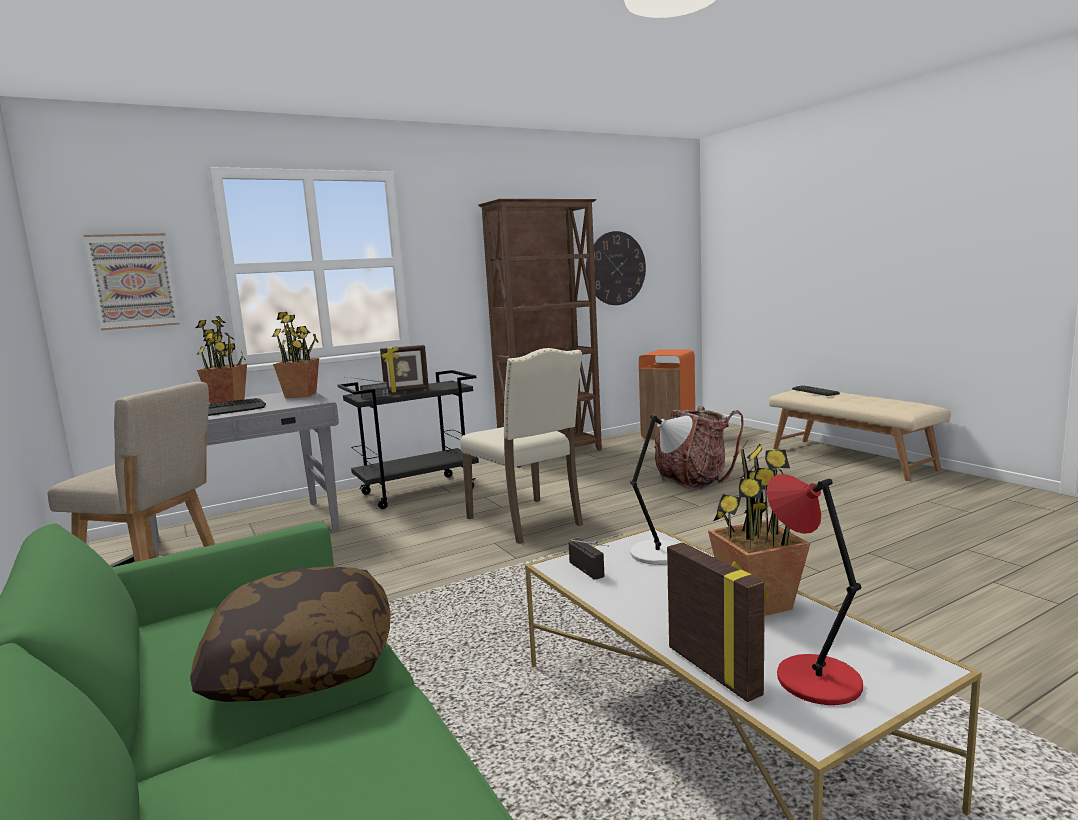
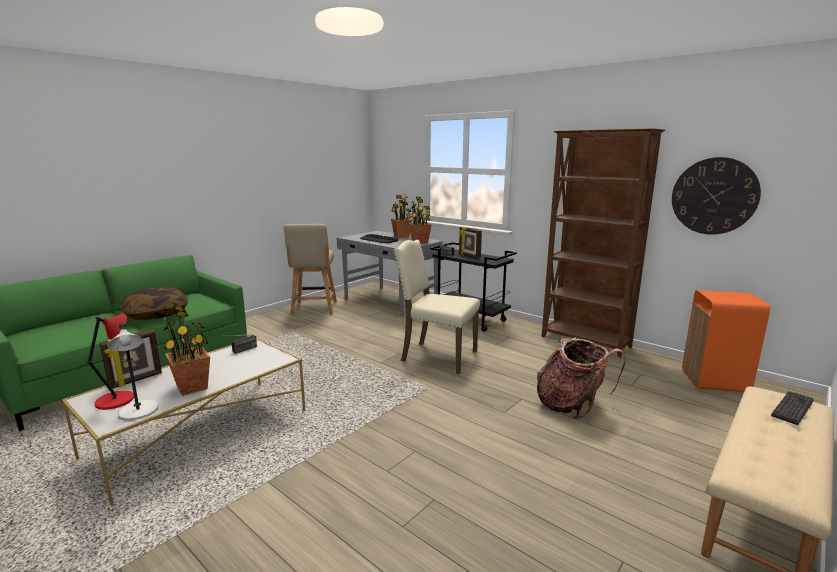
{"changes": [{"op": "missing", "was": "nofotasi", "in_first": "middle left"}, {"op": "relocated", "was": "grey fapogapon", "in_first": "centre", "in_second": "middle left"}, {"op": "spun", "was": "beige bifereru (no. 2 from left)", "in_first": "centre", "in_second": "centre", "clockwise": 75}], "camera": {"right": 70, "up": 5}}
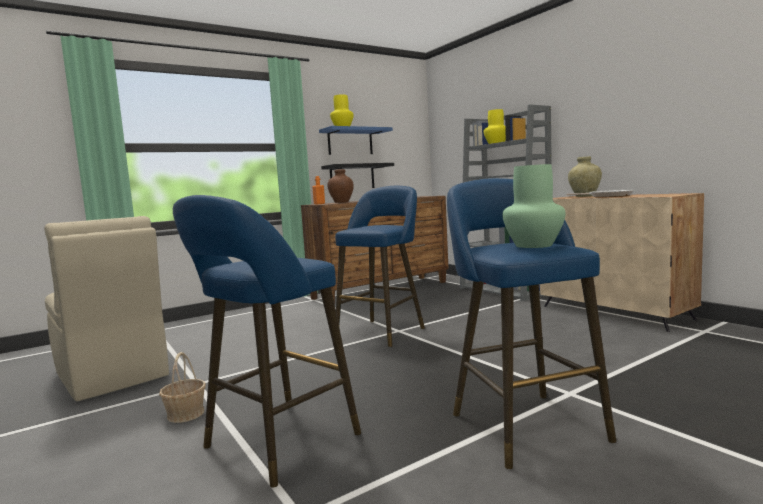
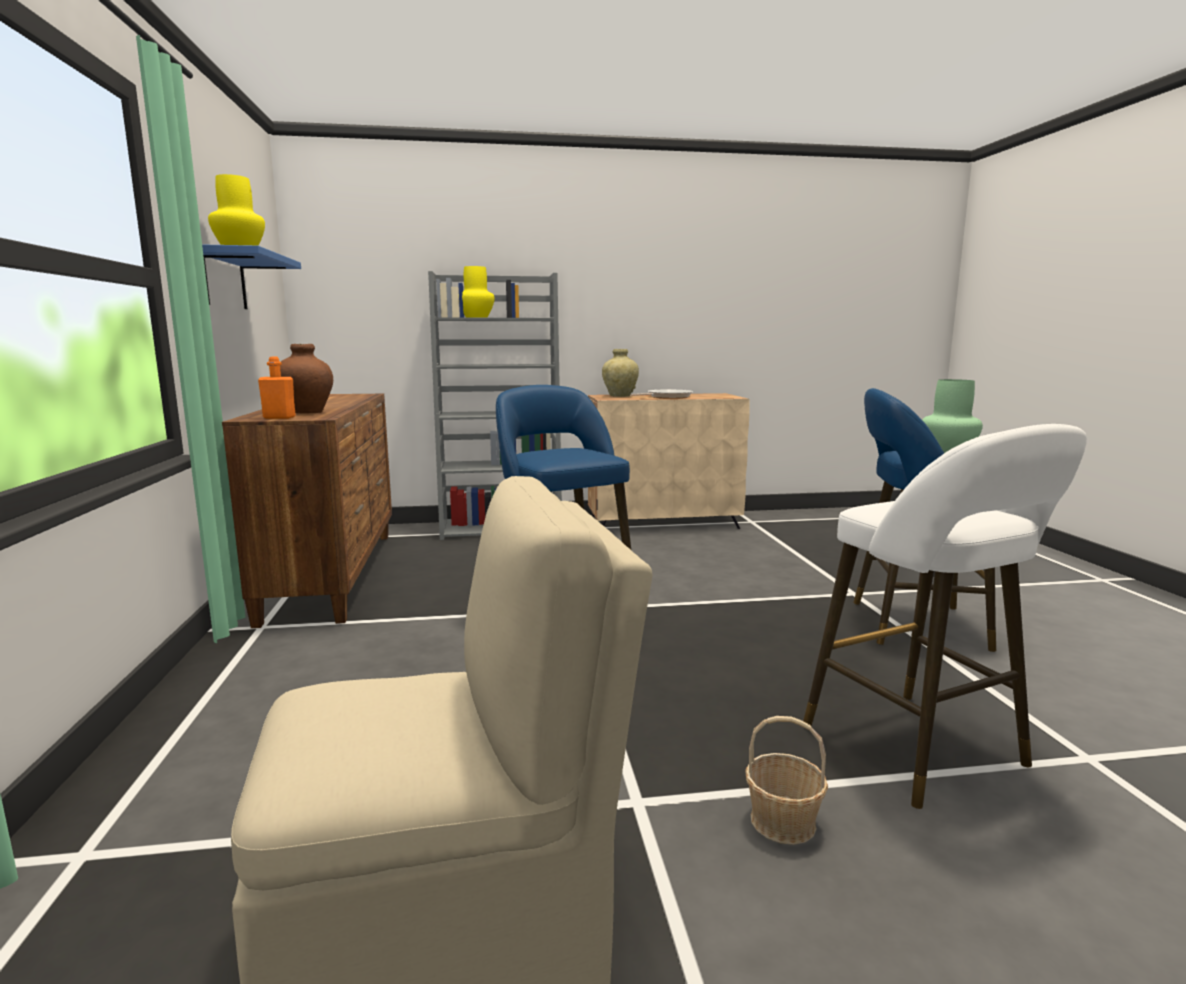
{"changes": [{"op": "missing", "was": "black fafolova", "in_first": "centre"}, {"op": "colour", "was": "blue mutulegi (no. 1 from left)", "now": "white mutulegi", "in_first": "bottom centre", "in_second": "middle right"}], "camera": {"right": -65, "up": 5}}
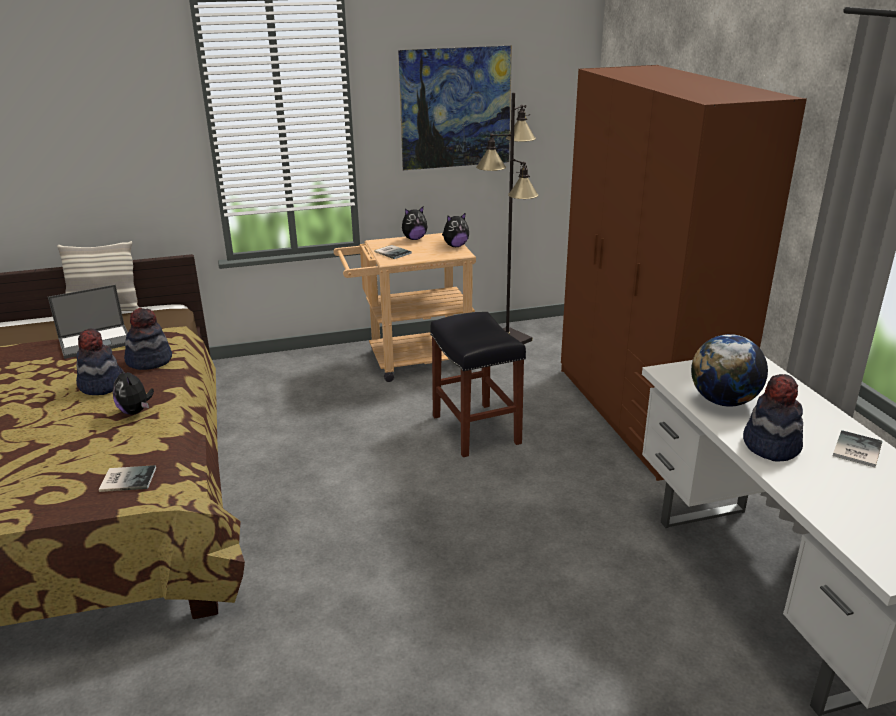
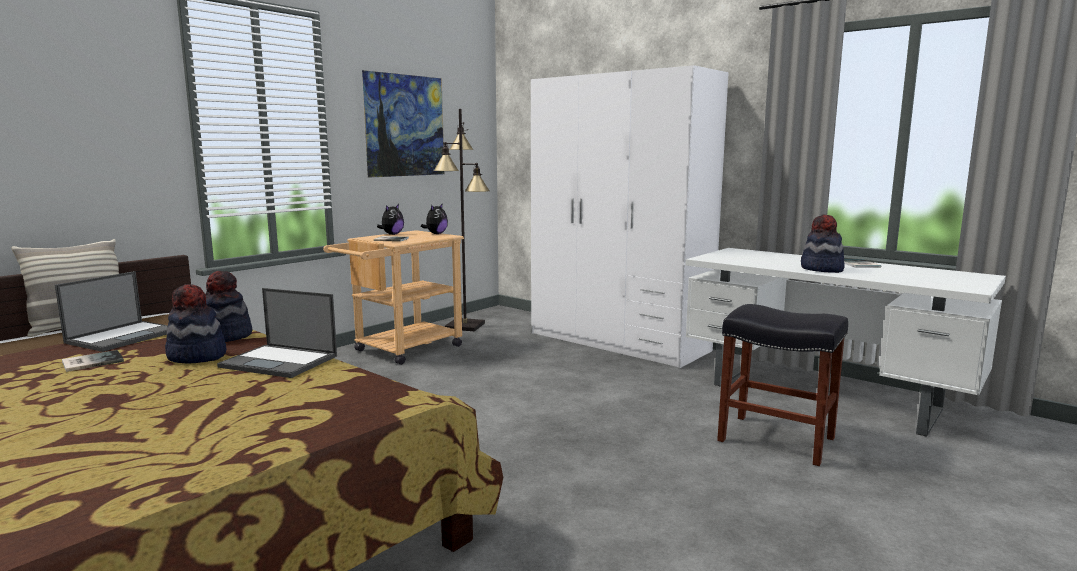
{"changes": [{"op": "missing", "was": "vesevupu", "in_first": "middle right"}, {"op": "relocated", "was": "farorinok (no. 1 from left)", "in_first": "bottom left", "in_second": "middle left"}, {"op": "relocated", "was": "black mutulegi", "in_first": "centre", "in_second": "bottom right"}, {"op": "exchanged", "was": "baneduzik (no. 1 from left)", "now": "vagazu (no. 2 from left)", "in_first": "middle left", "in_second": "middle left"}, {"op": "colour", "was": "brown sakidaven", "now": "white sakidaven", "in_first": "middle right", "in_second": "centre"}], "camera": {"right": -35, "up": -15}}
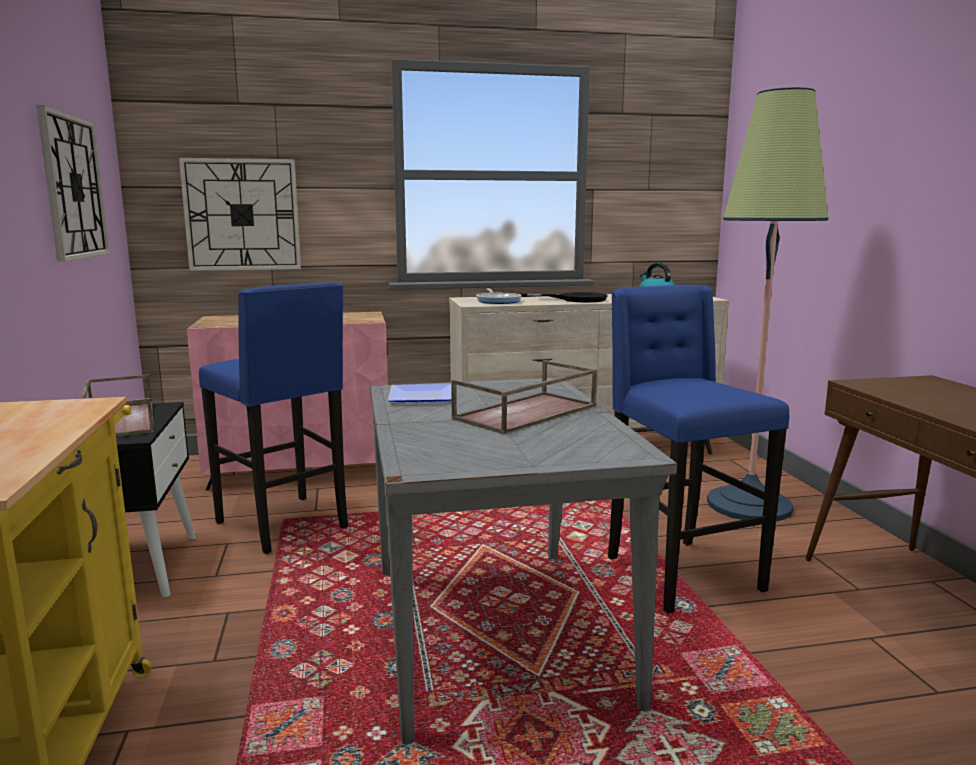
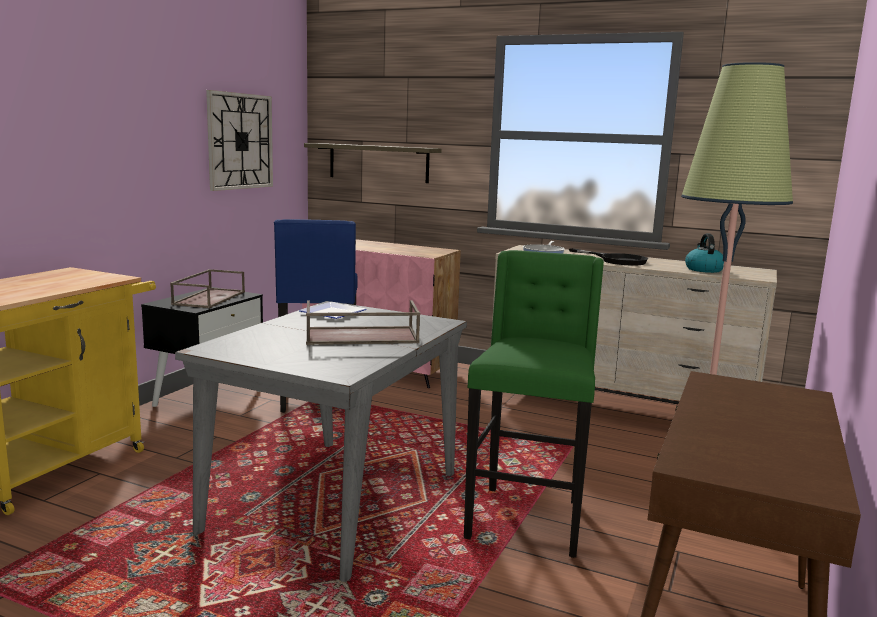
{"changes": [{"op": "exchanged", "was": "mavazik (no. 2 from left)", "now": "fafolova", "in_first": "top left", "in_second": "top centre"}, {"op": "colour", "was": "blue mutulegi (no. 2 from left)", "now": "green mutulegi", "in_first": "middle right", "in_second": "centre"}], "camera": {"right": 35, "up": 0}}
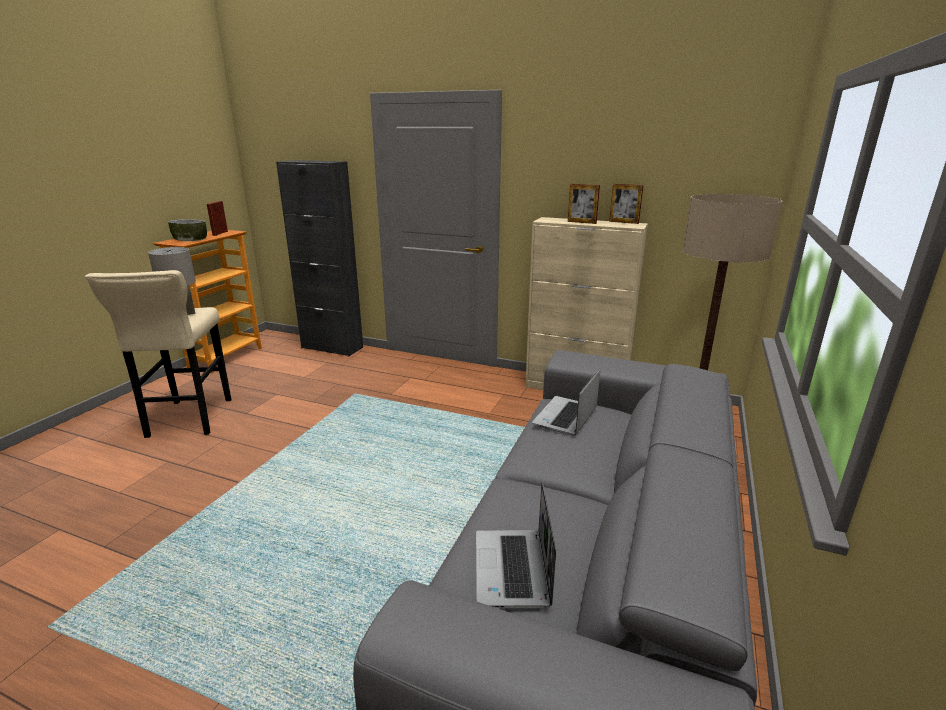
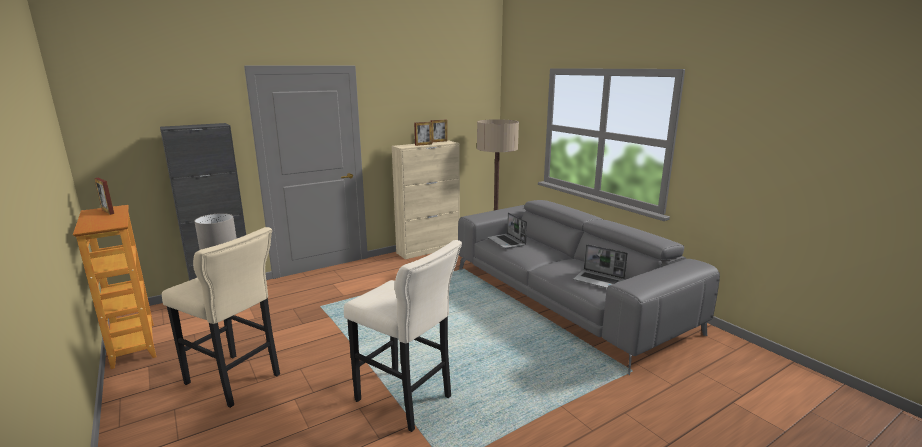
{"changes": [{"op": "missing", "was": "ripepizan", "in_first": "top left"}, {"op": "appeared", "now": "beige mutulegi (no. 2 from left)", "in_second": "bottom centre"}], "camera": {"right": -55, "up": -5}}
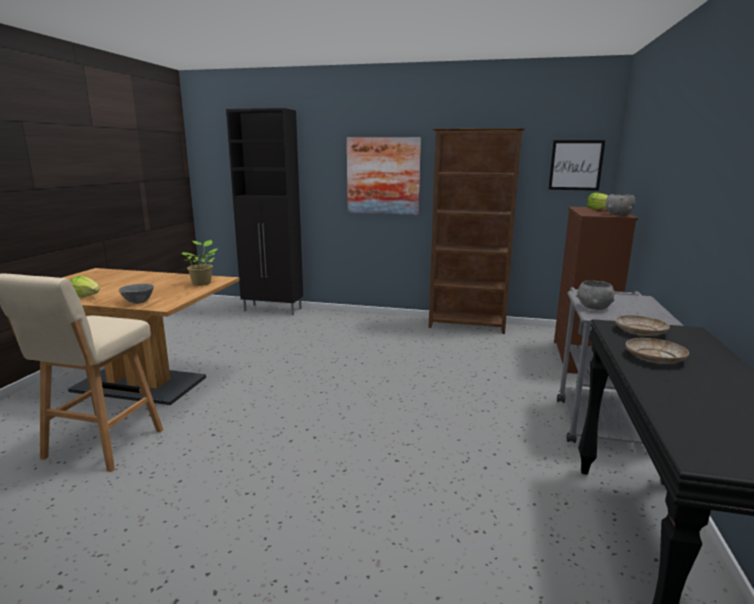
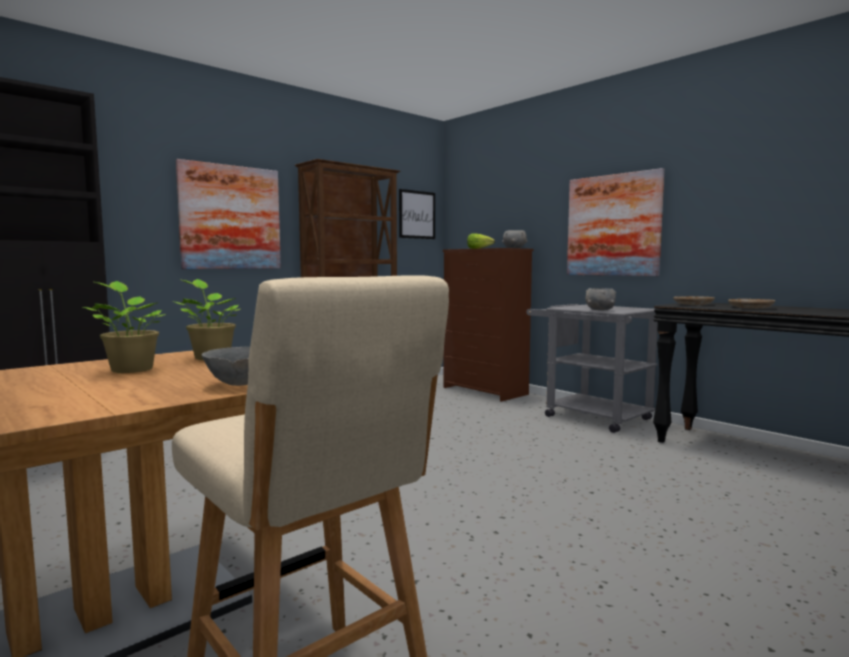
{"changes": [{"op": "missing", "was": "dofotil (no. 1 from left)", "in_first": "middle left"}, {"op": "appeared", "now": "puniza (no. 1 from left)", "in_second": "middle left"}, {"op": "appeared", "now": "nofotasi (no. 3 from left)", "in_second": "middle right"}], "camera": {"right": -55, "up": -10}}
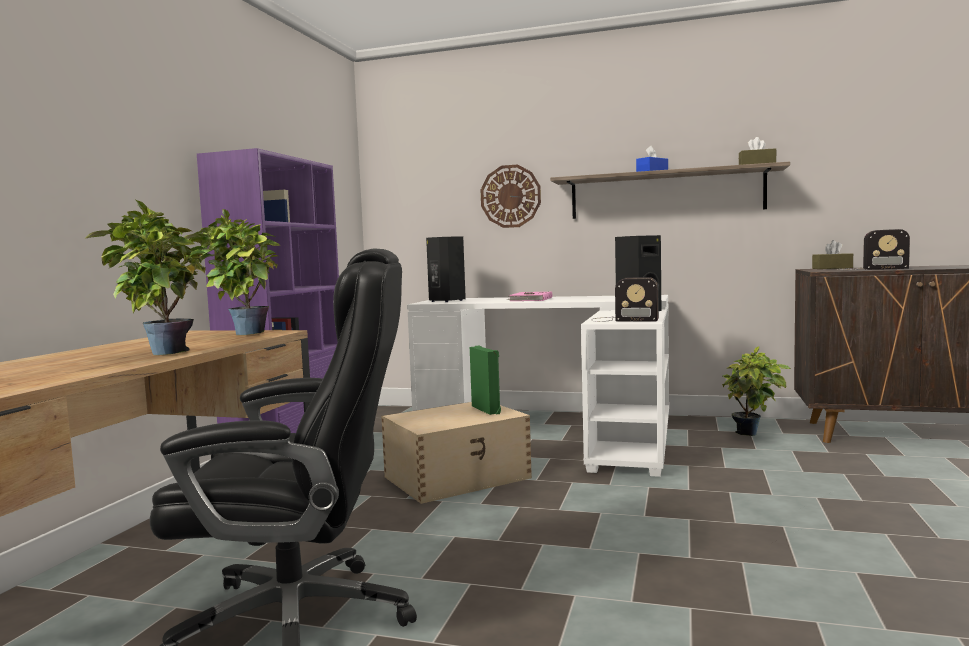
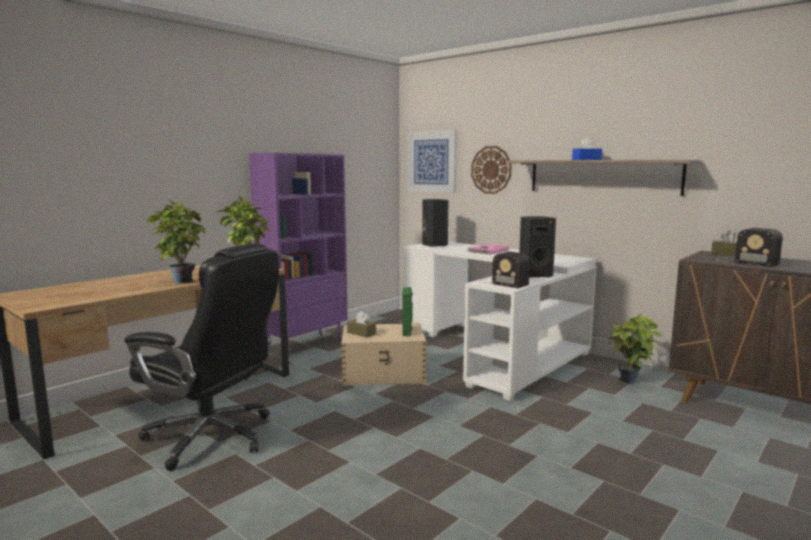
{"changes": [{"op": "appeared", "now": "nofotasi", "in_second": "top centre"}, {"op": "relocated", "was": "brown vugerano (no. 1 from left)", "in_first": "top right", "in_second": "centre"}], "camera": {"right": 25, "up": 5}}
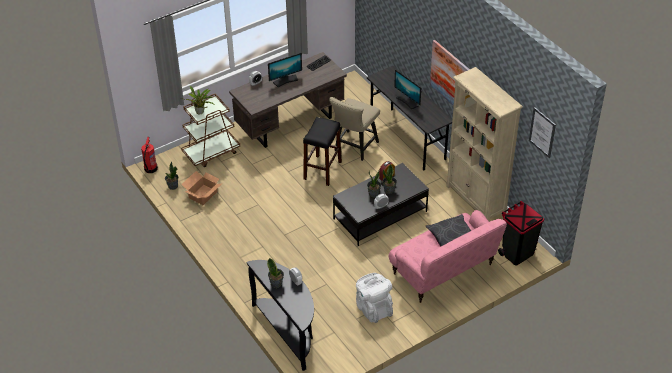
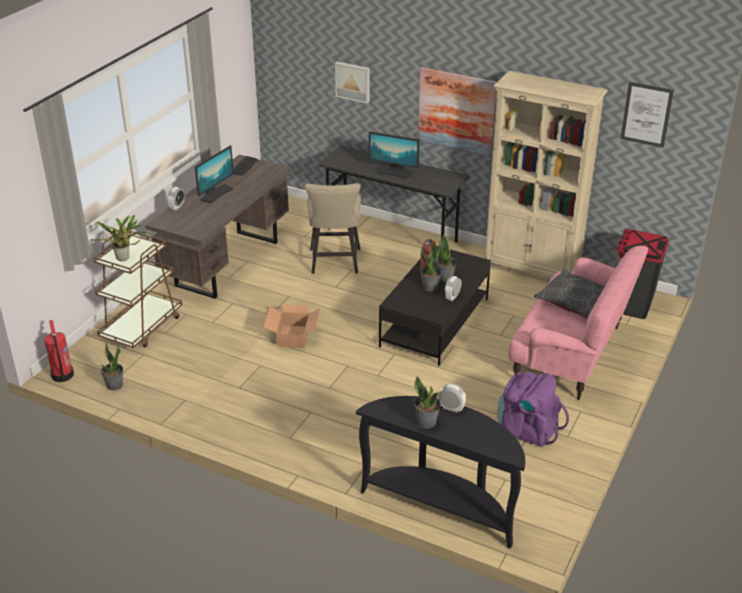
{"changes": [{"op": "missing", "was": "black mutulegi", "in_first": "centre"}, {"op": "appeared", "now": "nofotasi (no. 1 from left)", "in_second": "top centre"}, {"op": "relocated", "was": "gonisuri", "in_first": "middle left", "in_second": "centre"}, {"op": "colour", "was": "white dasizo", "now": "purple dasizo", "in_first": "bottom centre", "in_second": "bottom right"}], "camera": {"right": -30, "up": -10}}
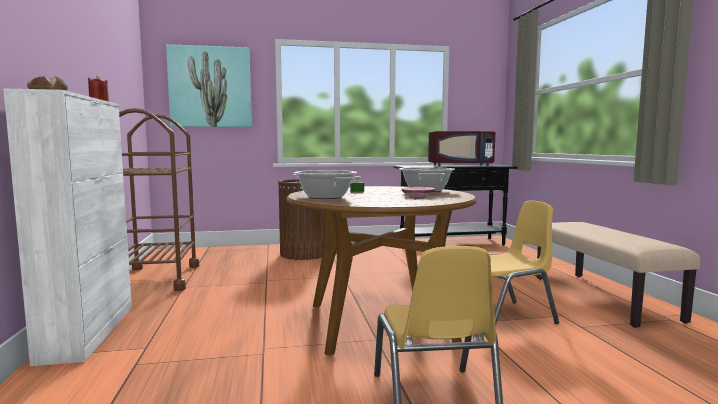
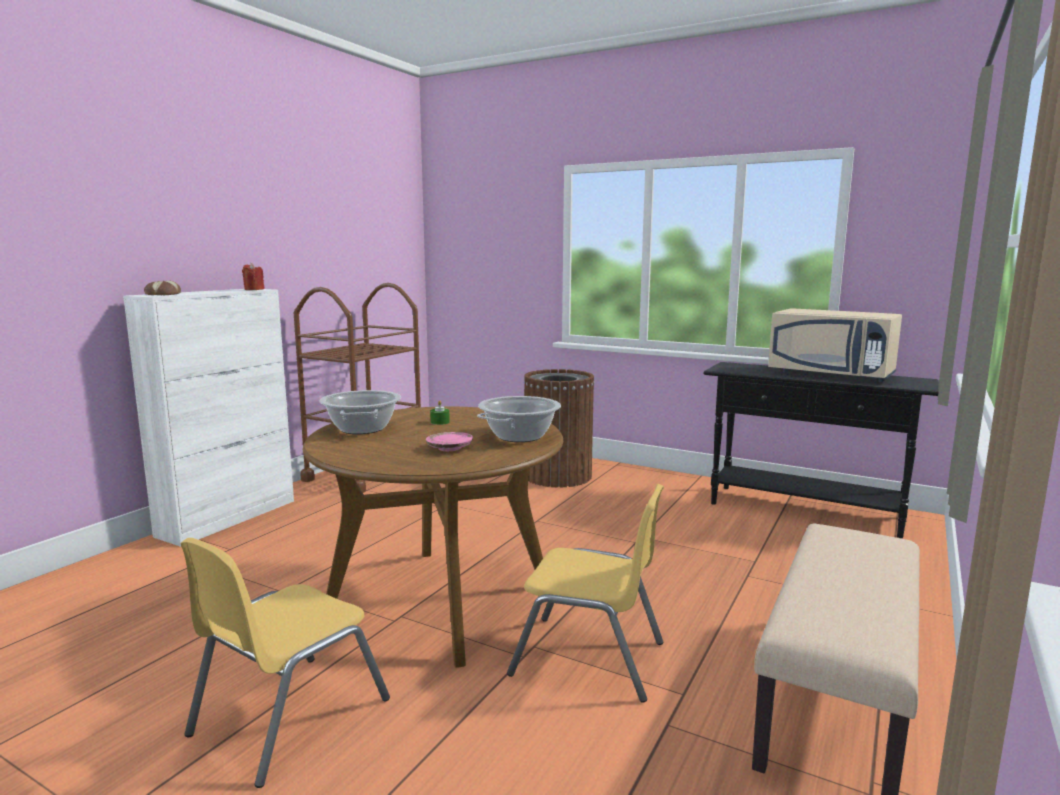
{"changes": [{"op": "missing", "was": "nofotasi", "in_first": "top left"}, {"op": "colour", "was": "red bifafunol", "now": "beige bifafunol", "in_first": "centre", "in_second": "middle right"}], "camera": {"right": 40, "up": 5}}
